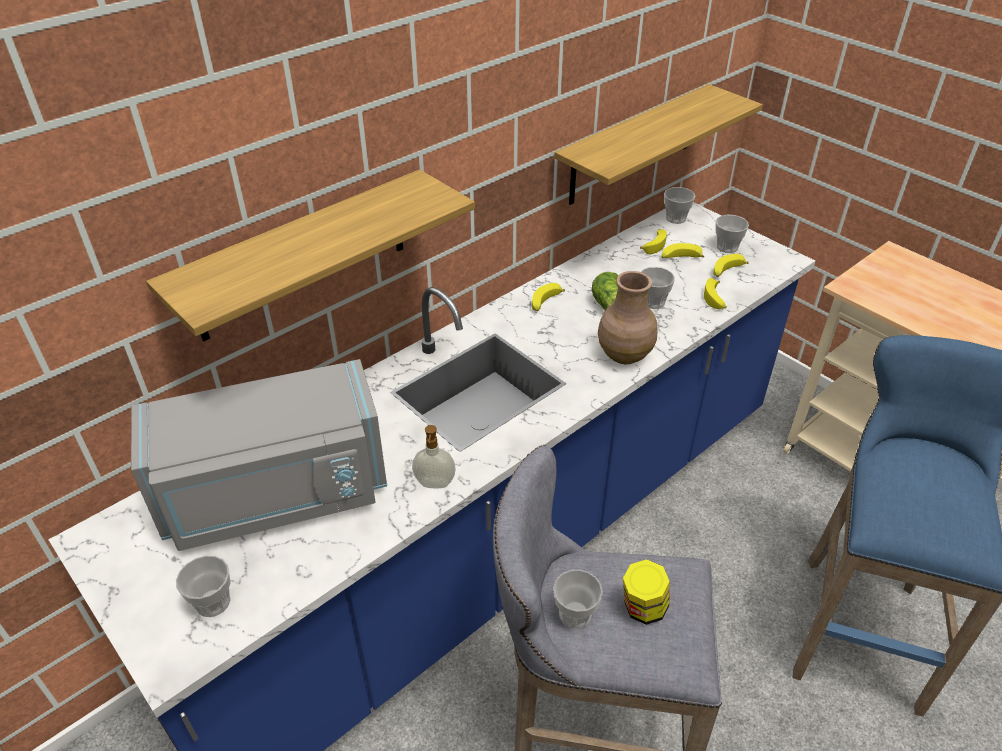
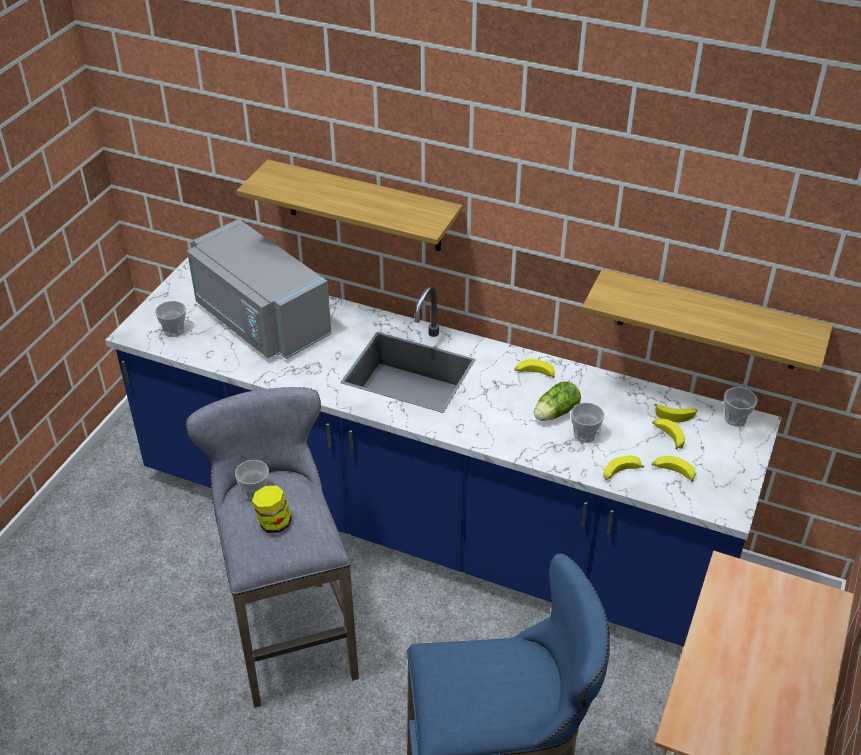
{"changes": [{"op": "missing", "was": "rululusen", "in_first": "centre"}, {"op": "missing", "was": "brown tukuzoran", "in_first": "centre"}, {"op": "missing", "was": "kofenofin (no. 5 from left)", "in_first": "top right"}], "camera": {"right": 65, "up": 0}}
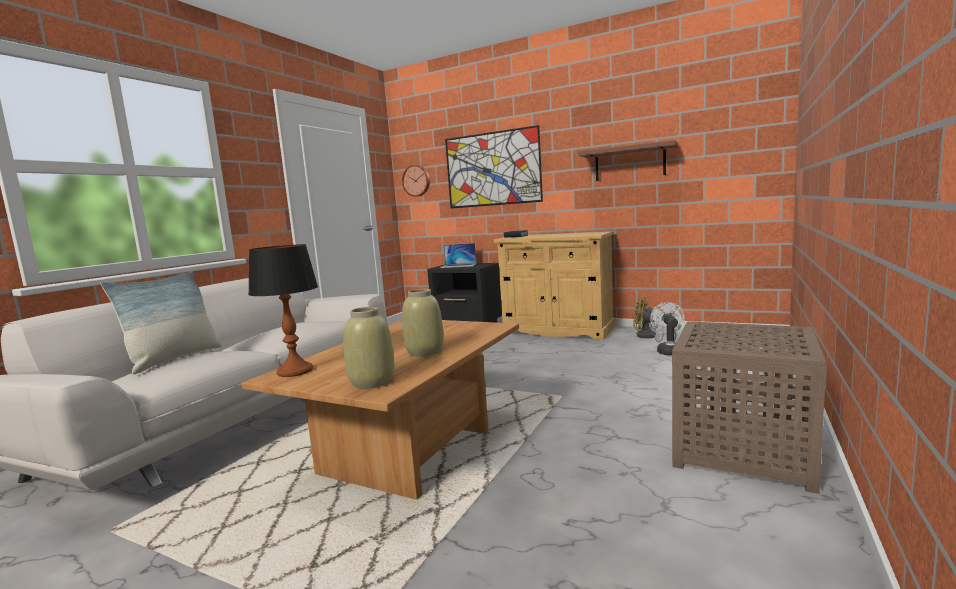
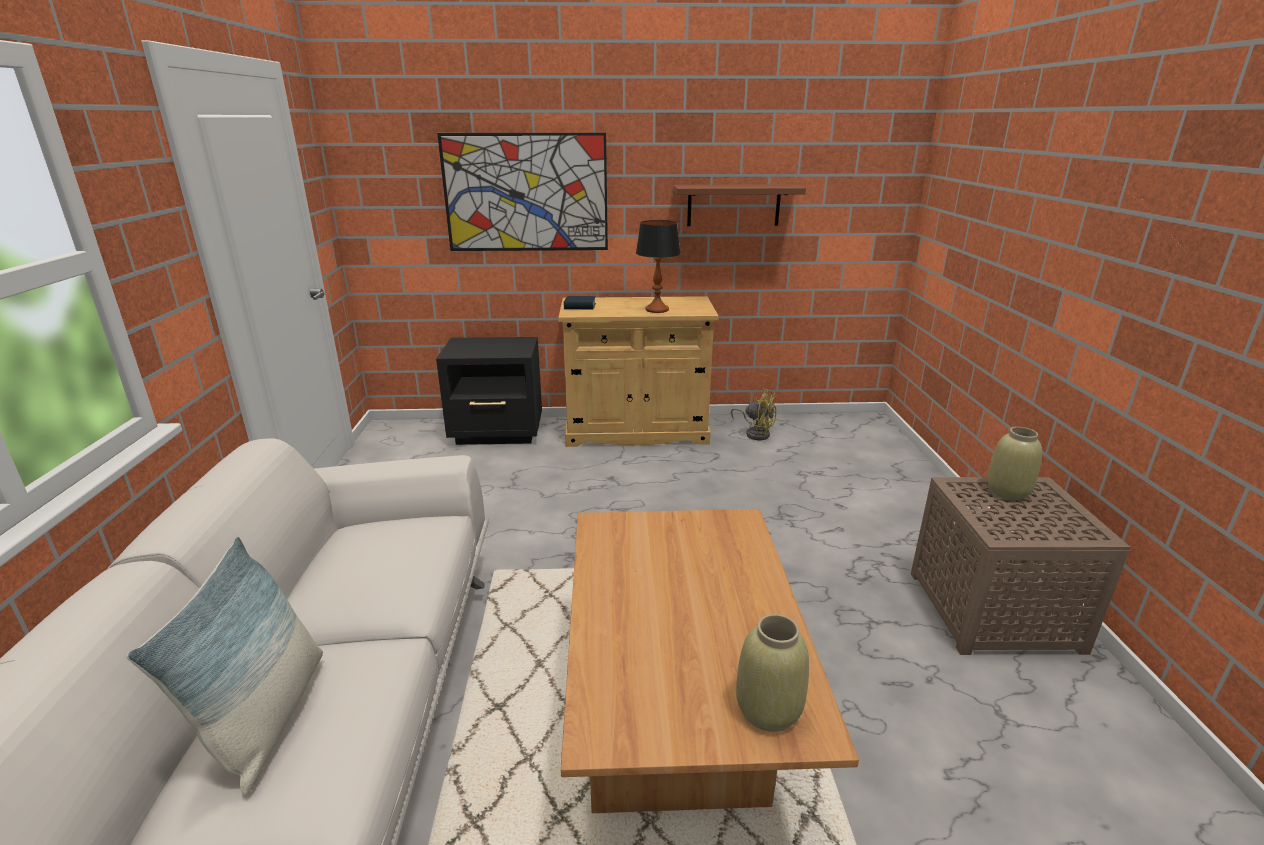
{"changes": [{"op": "missing", "was": "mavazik", "in_first": "top centre"}, {"op": "missing", "was": "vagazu", "in_first": "centre"}, {"op": "missing", "was": "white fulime", "in_first": "middle right"}, {"op": "relocated", "was": "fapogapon", "in_first": "middle left", "in_second": "top centre"}, {"op": "relocated", "was": "beige tukuzoran (no. 2 from left)", "in_first": "centre", "in_second": "middle right"}, {"op": "spun", "was": "yellow fulime", "in_first": "middle right", "in_second": "centre", "clockwise": -150}], "camera": {"right": -30, "up": 15}}
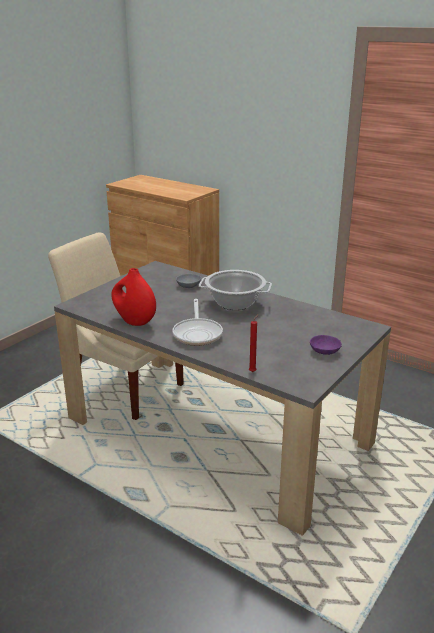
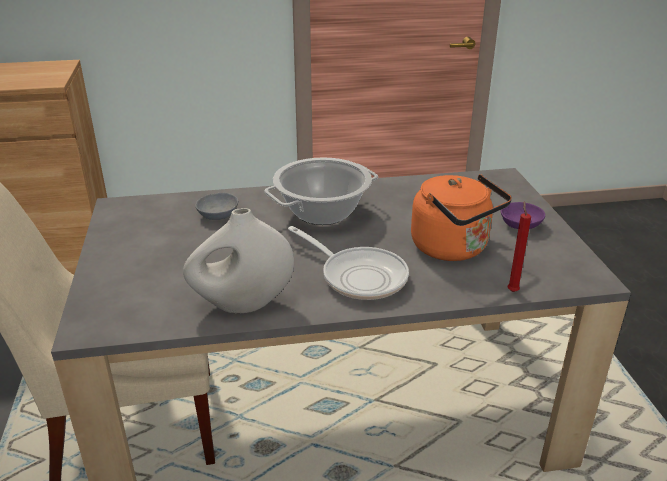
{"changes": [{"op": "appeared", "now": "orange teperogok", "in_second": "middle right"}, {"op": "colour", "was": "red tukuzoran", "now": "white tukuzoran", "in_first": "middle left", "in_second": "centre"}], "camera": {"right": -45, "up": 5}}
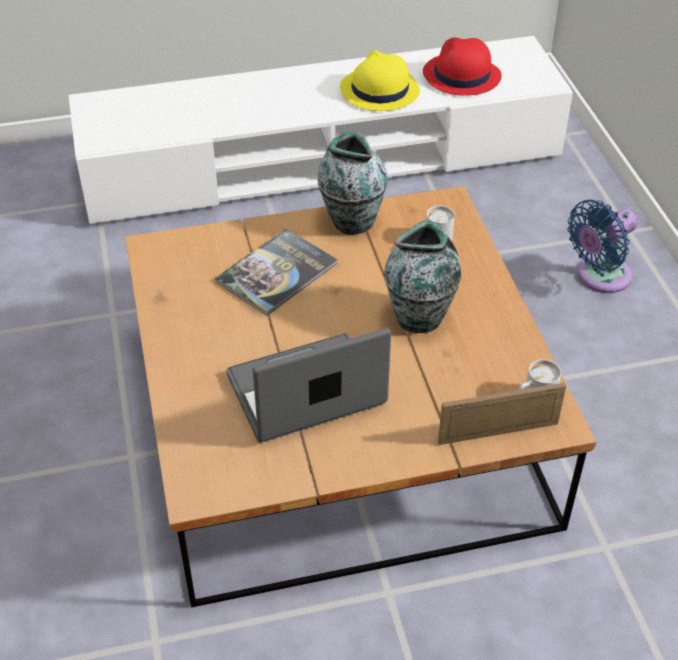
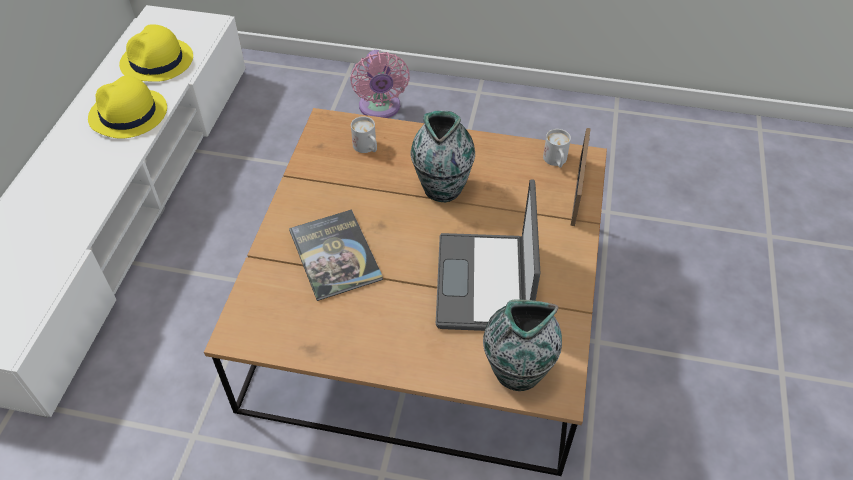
{"changes": [{"op": "relocated", "was": "tukuzoran (no. 1 from left in the first image)", "now": "tukuzoran (no. 2 from left)", "in_first": "top centre", "in_second": "bottom centre"}, {"op": "colour", "was": "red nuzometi", "now": "yellow nuzometi (no. 2 from left)", "in_first": "top right", "in_second": "top left"}, {"op": "colour", "was": "blue fulime", "now": "pink fulime", "in_first": "middle right", "in_second": "top centre"}], "camera": {"right": -65, "up": 5}}
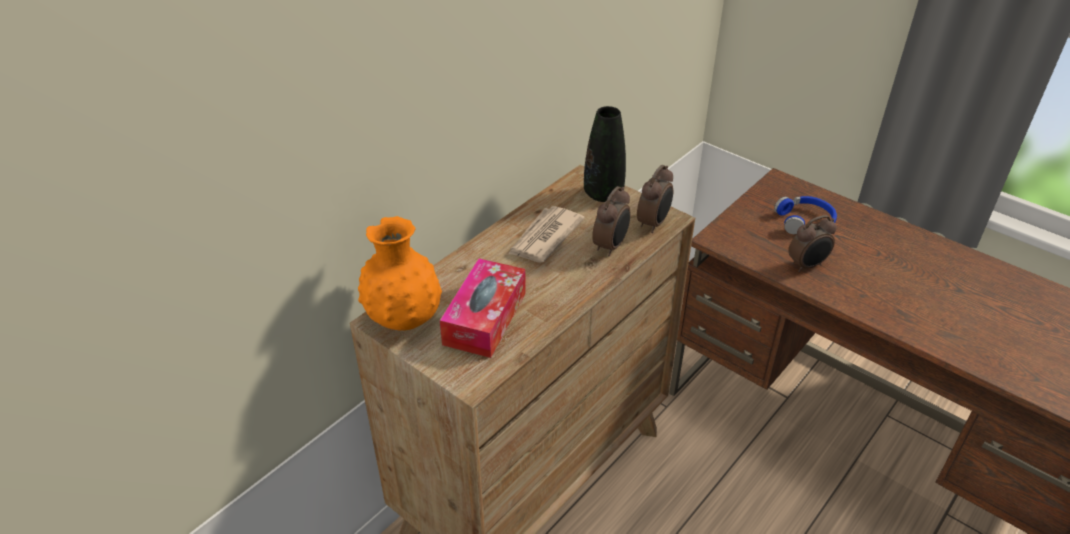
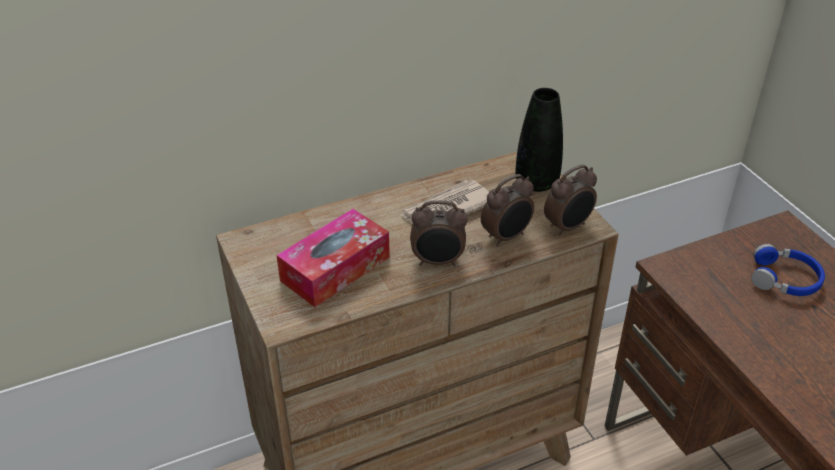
{"changes": [{"op": "missing", "was": "orange tukuzoran", "in_first": "centre"}, {"op": "relocated", "was": "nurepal (no. 3 from left in the first image)", "now": "nurepal (no. 1 from left)", "in_first": "middle right", "in_second": "centre"}], "camera": {"right": 25, "up": 0}}
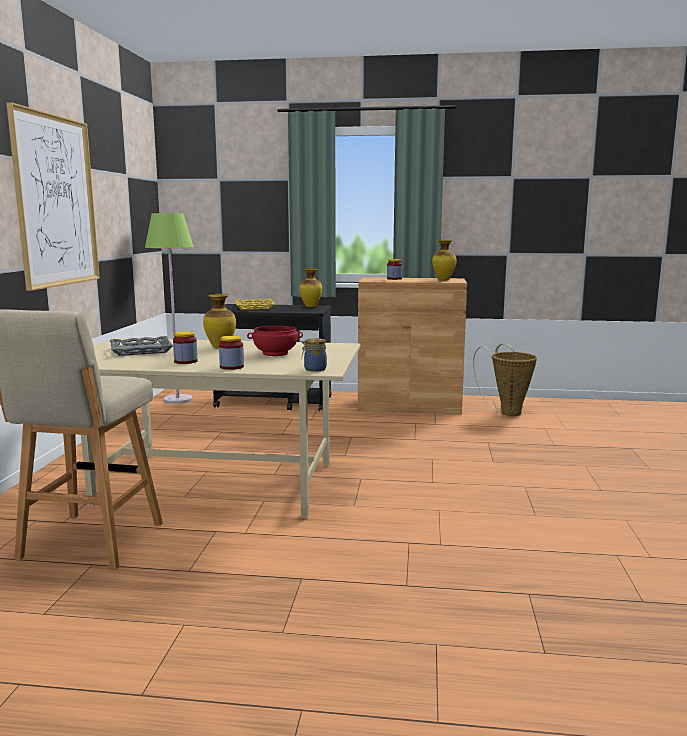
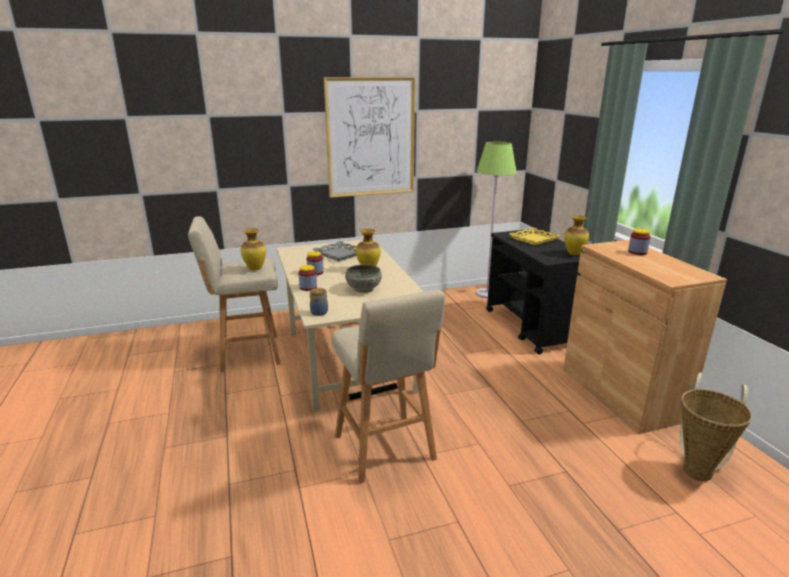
{"changes": [{"op": "appeared", "now": "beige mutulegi (no. 2 from left)", "in_second": "bottom centre"}, {"op": "relocated", "was": "tukuzoran (no. 3 from left in the first image)", "now": "tukuzoran (no. 1 from left)", "in_first": "centre", "in_second": "middle left"}, {"op": "colour", "was": "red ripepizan", "now": "grey ripepizan", "in_first": "centre", "in_second": "centre"}], "camera": {"right": 65, "up": 10}}
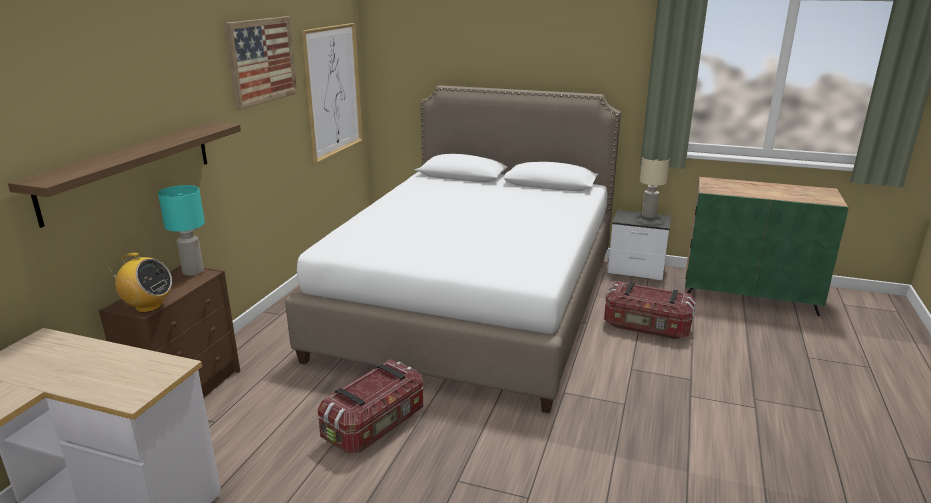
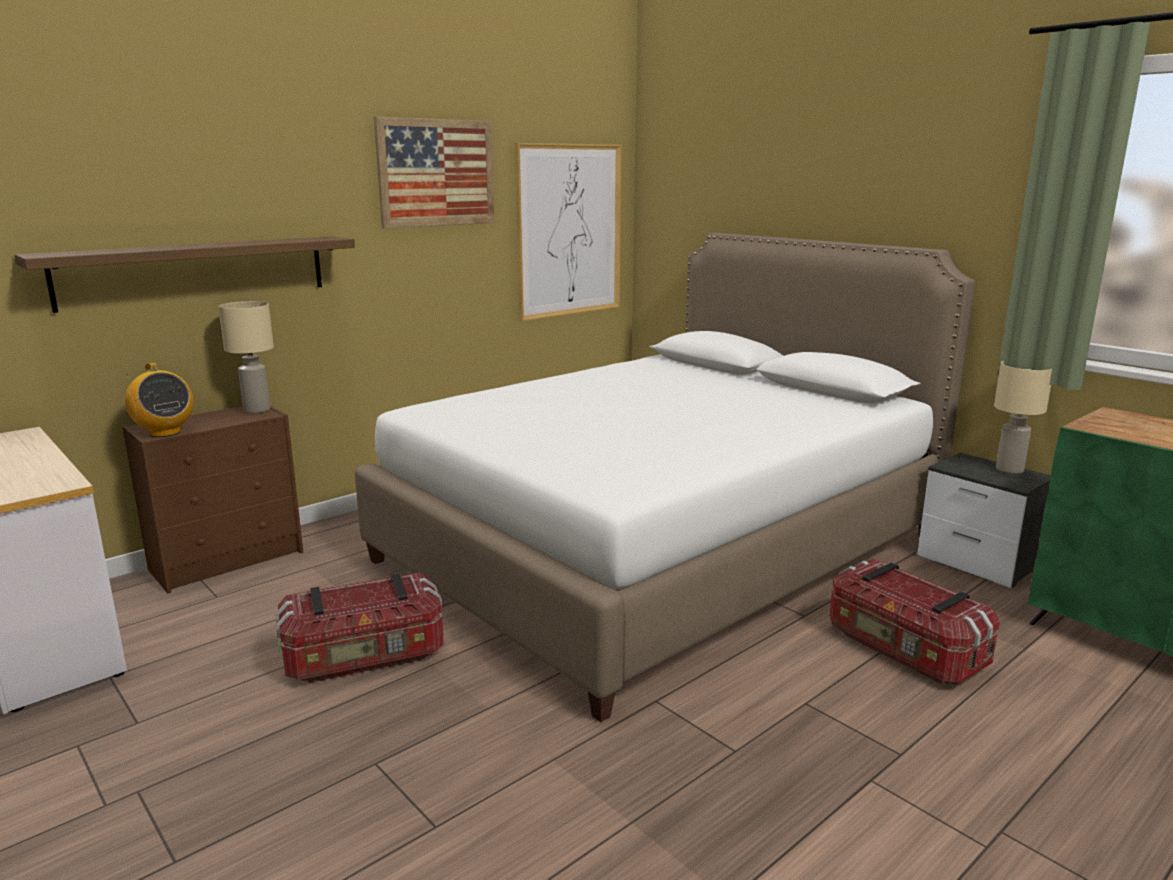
{"changes": [{"op": "colour", "was": "turquoise fapogapon", "now": "beige fapogapon (no. 1 from left)", "in_first": "middle left", "in_second": "middle left"}], "camera": {"right": 30, "up": -5}}
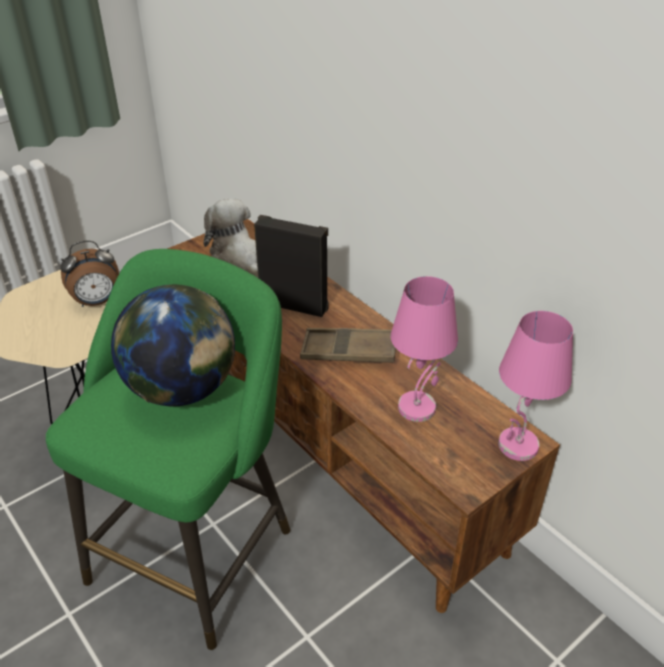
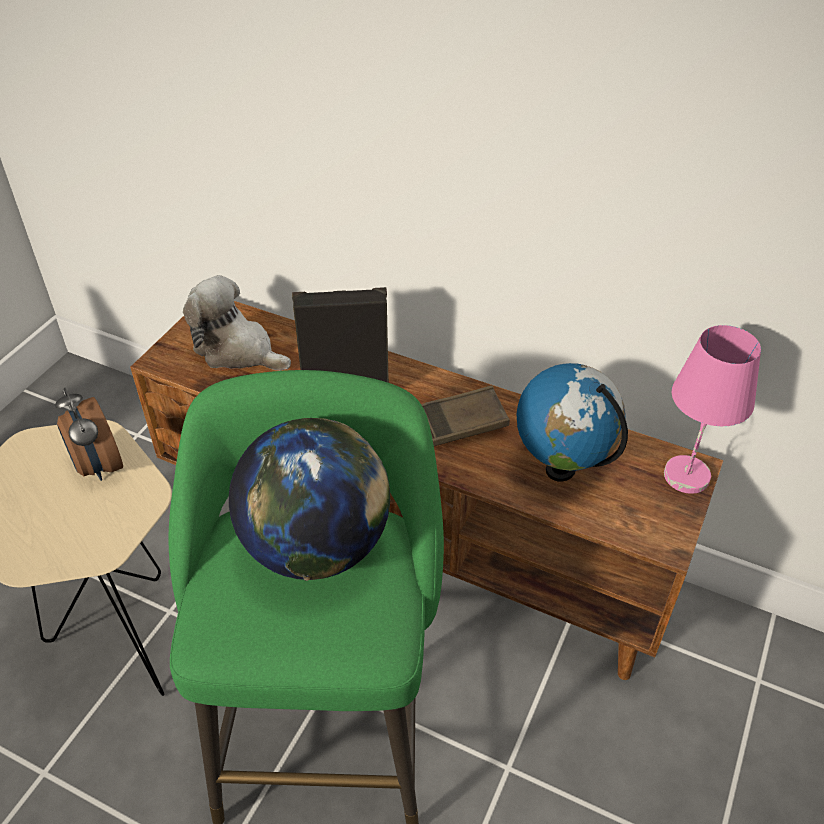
{"changes": [{"op": "exchanged", "was": "pink fapogapon (no. 1 from left)", "now": "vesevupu (no. 2 from left)", "in_first": "centre", "in_second": "middle right"}, {"op": "spun", "was": "nurepal", "in_first": "middle left", "in_second": "middle left", "clockwise": 105}], "camera": {"right": -25, "up": 5}}
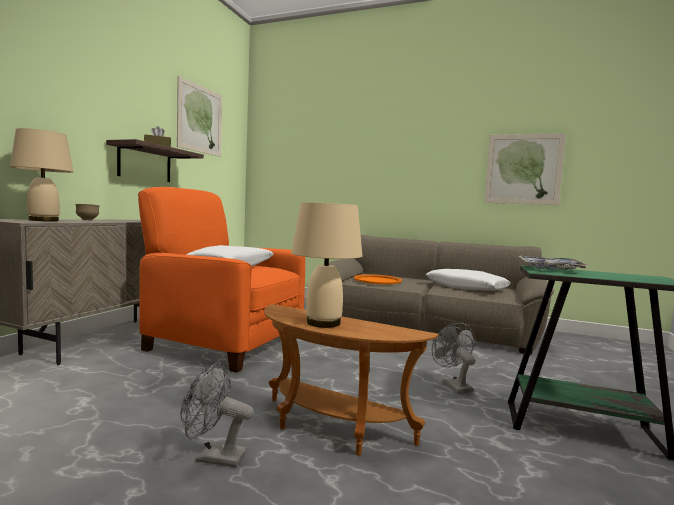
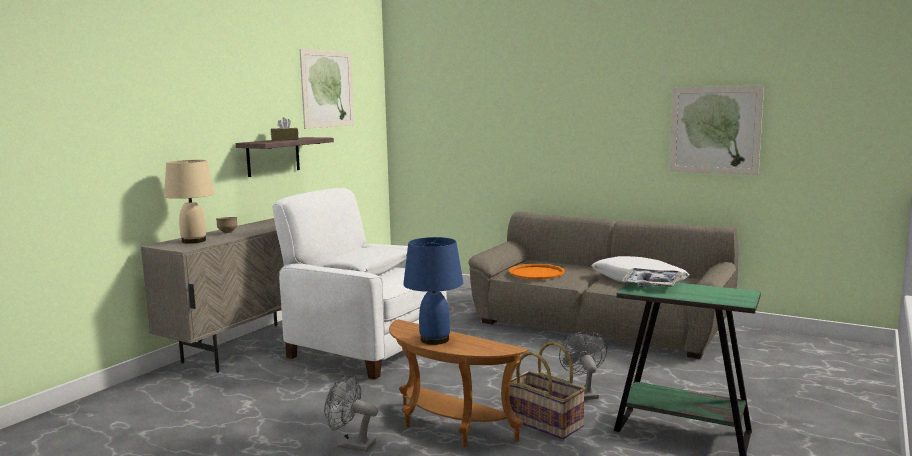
{"changes": [{"op": "appeared", "now": "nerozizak", "in_second": "bottom centre"}, {"op": "colour", "was": "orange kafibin", "now": "white kafibin", "in_first": "middle left", "in_second": "centre"}, {"op": "colour", "was": "beige fapogapon (no. 2 from left)", "now": "blue fapogapon", "in_first": "centre", "in_second": "centre"}], "camera": {"right": 10, "up": 5}}
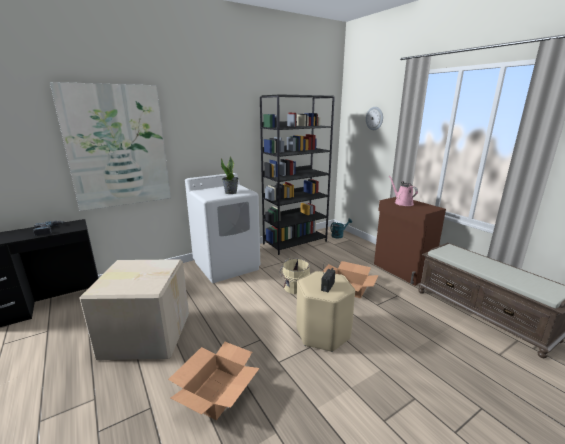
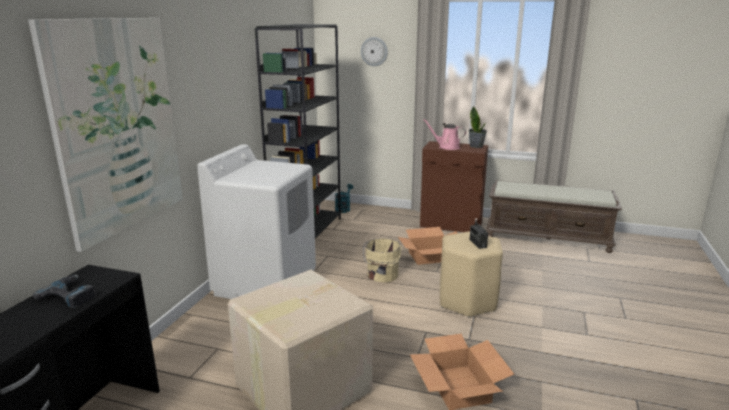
{"changes": [{"op": "relocated", "was": "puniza", "in_first": "centre", "in_second": "top centre"}], "camera": {"right": -40, "up": 0}}
